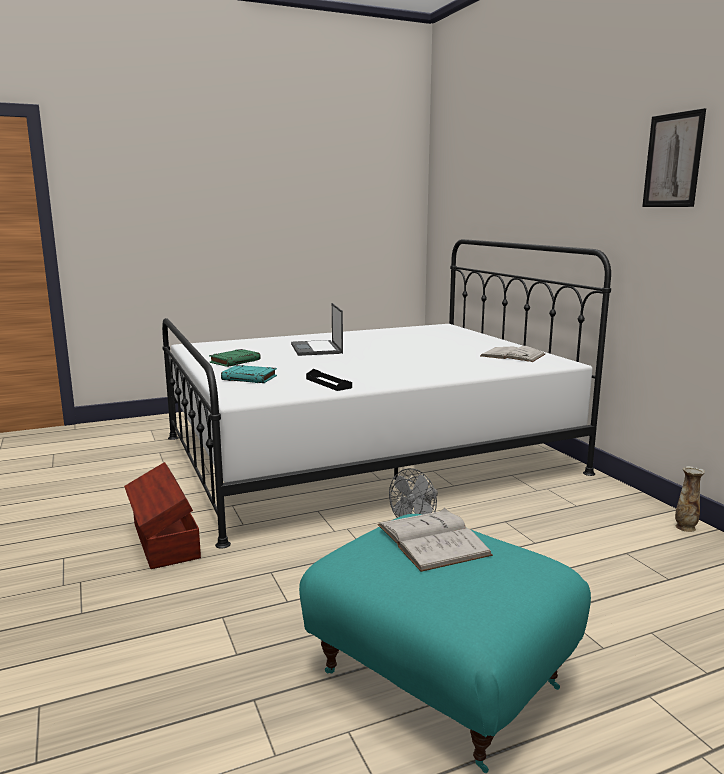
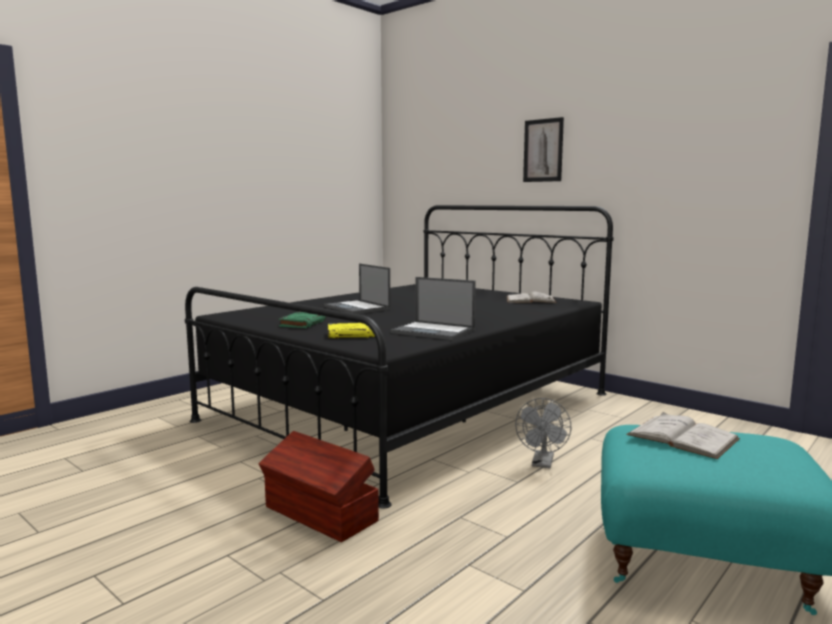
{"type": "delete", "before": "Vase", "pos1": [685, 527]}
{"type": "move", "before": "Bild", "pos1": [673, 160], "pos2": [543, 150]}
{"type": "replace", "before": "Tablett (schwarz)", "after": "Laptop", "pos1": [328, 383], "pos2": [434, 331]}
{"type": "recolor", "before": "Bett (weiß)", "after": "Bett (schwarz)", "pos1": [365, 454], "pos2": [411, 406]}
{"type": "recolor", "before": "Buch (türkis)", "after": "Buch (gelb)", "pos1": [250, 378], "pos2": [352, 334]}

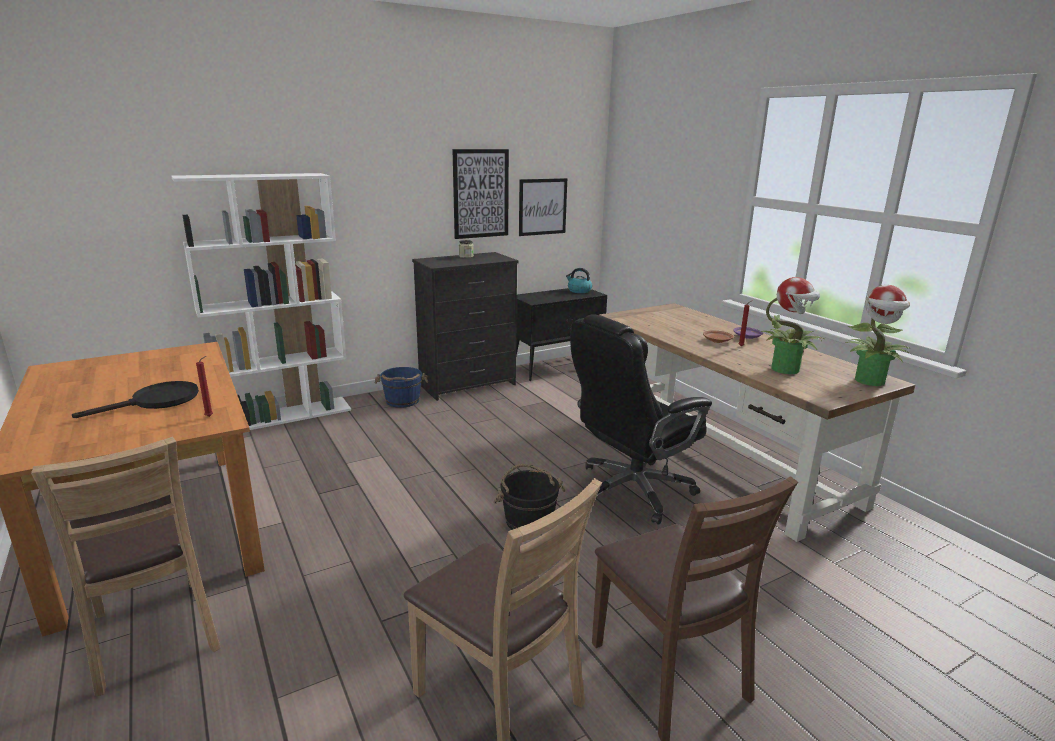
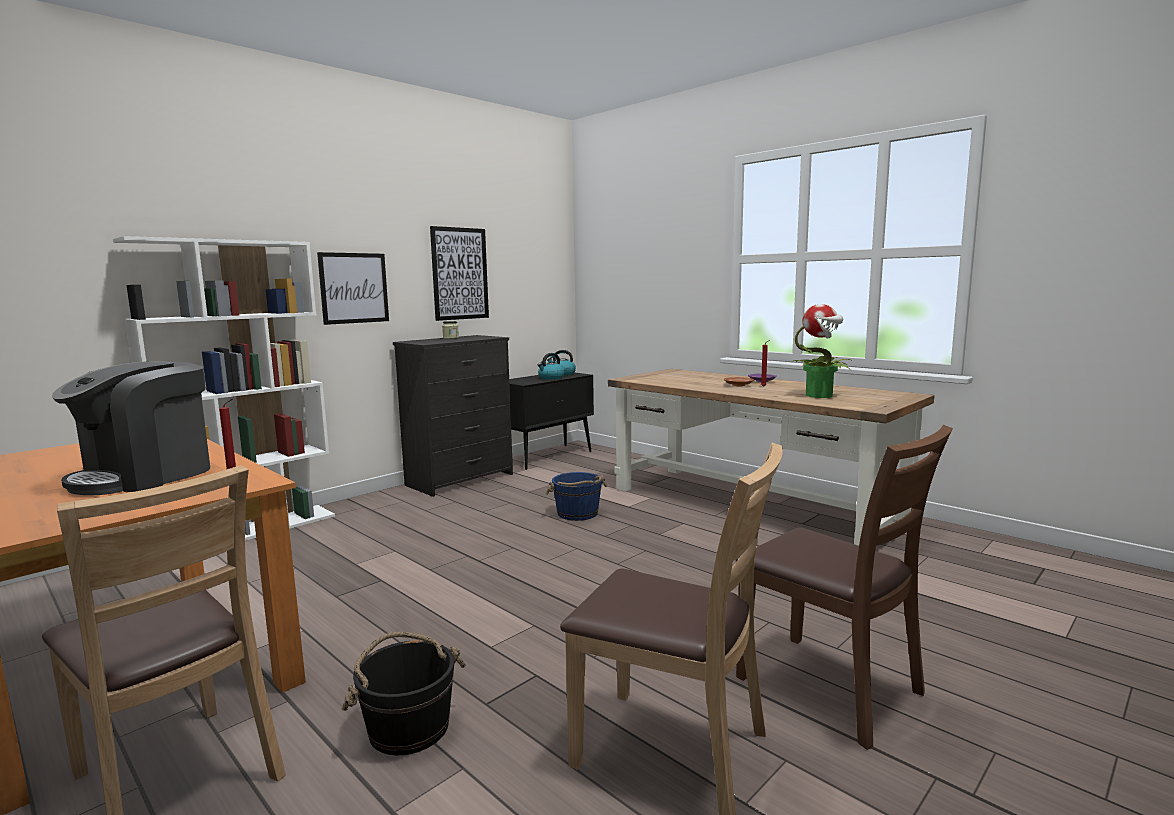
{"type": "delete", "before": "Bürostuhl (schwarz)", "pos1": [631, 490]}
{"type": "delete", "before": "Topfpflanze", "pos1": [870, 381]}
{"type": "insert", "after": "Wasserkessel", "pos2": [551, 378]}
{"type": "move", "before": "Eimer (blau)", "pos1": [402, 401], "pos2": [578, 513]}
{"type": "move", "before": "Eimer (schwarz)", "pos1": [528, 520], "pos2": [408, 727]}
{"type": "move", "before": "Bild", "pos1": [542, 207], "pos2": [354, 288]}
{"type": "replace", "before": "Pfanne (schwarz)", "after": "Kaffeemaschine", "pos1": [156, 401], "pos2": [146, 476]}

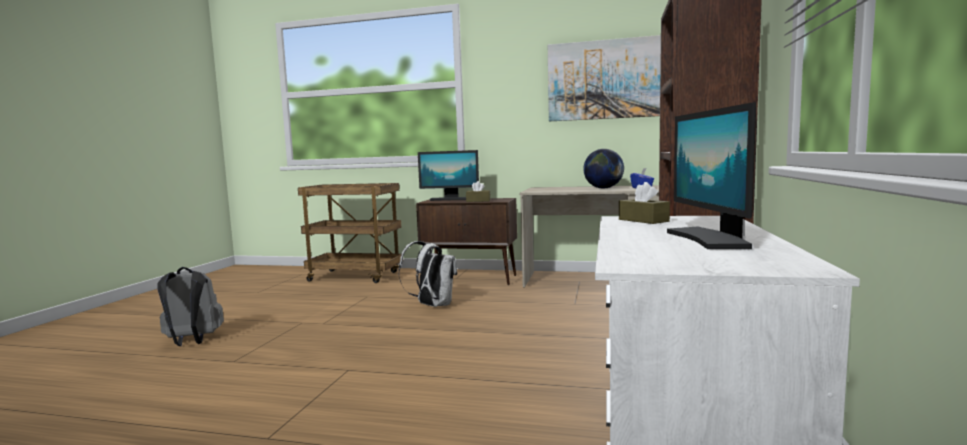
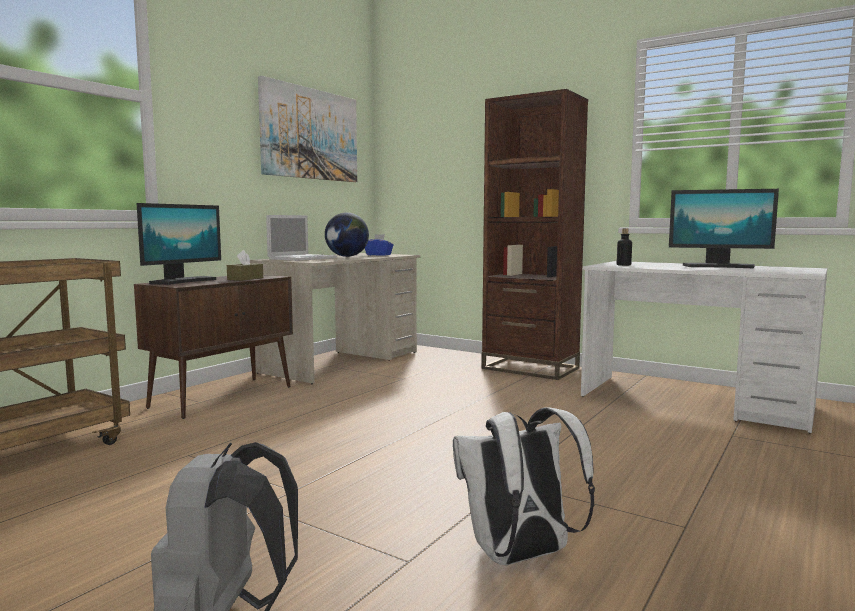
{"type": "insert", "after": "Laptop", "pos2": [303, 258]}
{"type": "move", "before": "Rucksack (weiß)", "pos1": [432, 305], "pos2": [519, 557]}
{"type": "replace", "before": "Taschentuchbox (braun)", "after": "Flasche", "pos1": [643, 220], "pos2": [623, 265]}

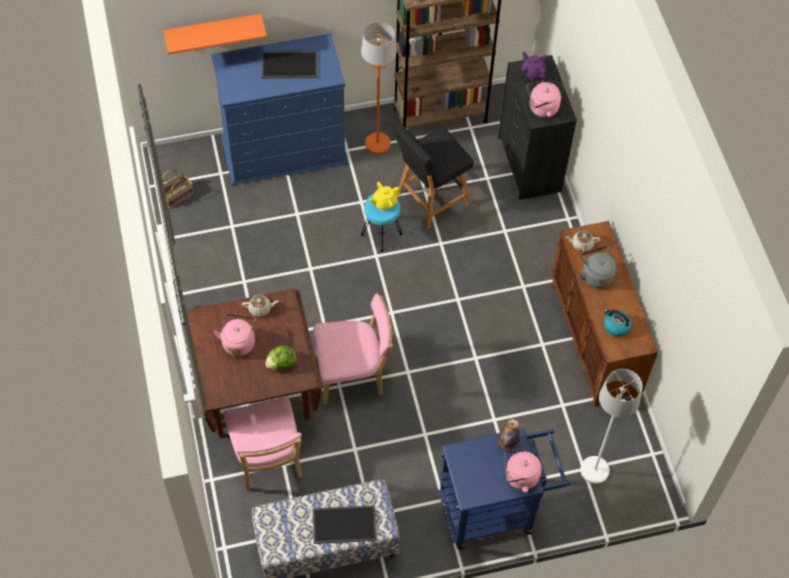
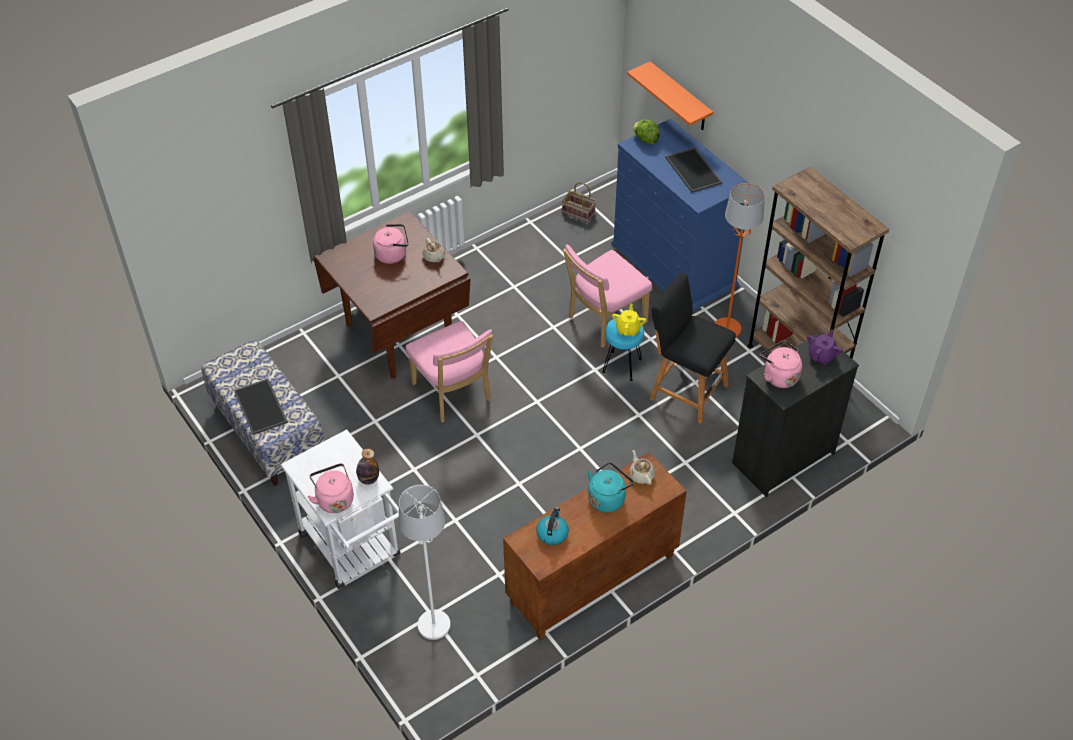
{"type": "move", "before": "Stuhl (rosa)", "pos1": [268, 461], "pos2": [604, 321]}
{"type": "move", "before": "Salatkopf", "pos1": [281, 363], "pos2": [645, 139]}
{"type": "recolor", "before": "Rollwagen (blau)", "after": "Rollwagen (weiß)", "pos1": [495, 509], "pos2": [354, 550]}
{"type": "recolor", "before": "Wasserkessel (grau)", "after": "Wasserkessel (türkis)", "pos1": [595, 275], "pos2": [608, 498]}
{"type": "rotate", "before": "Teekanne (gelb)", "pos1": [384, 203], "pos2": [628, 329], "turn": 60}

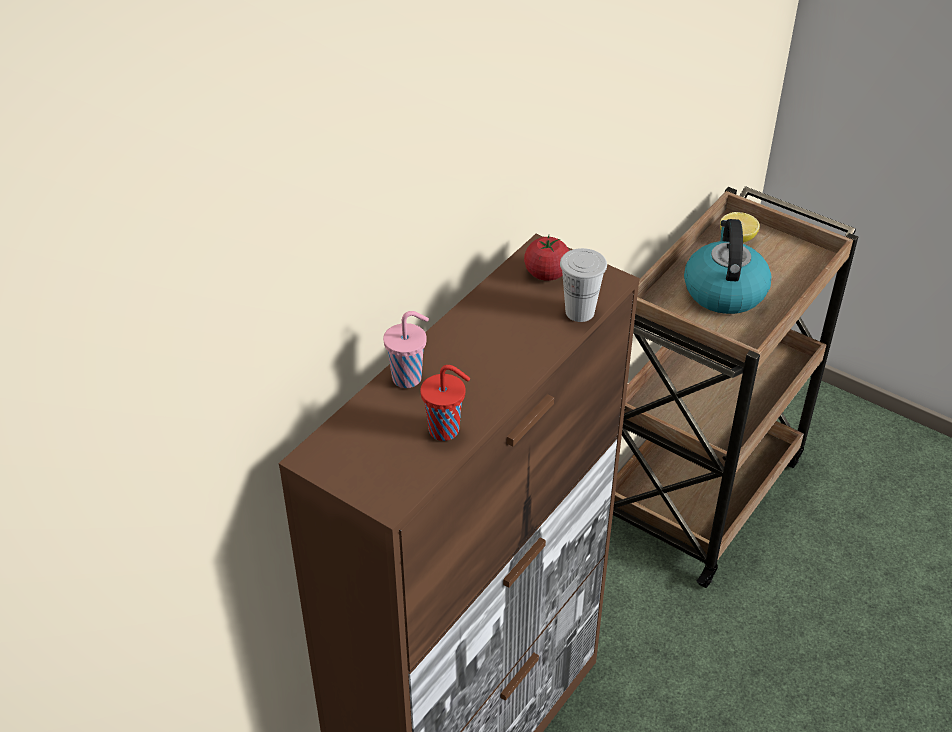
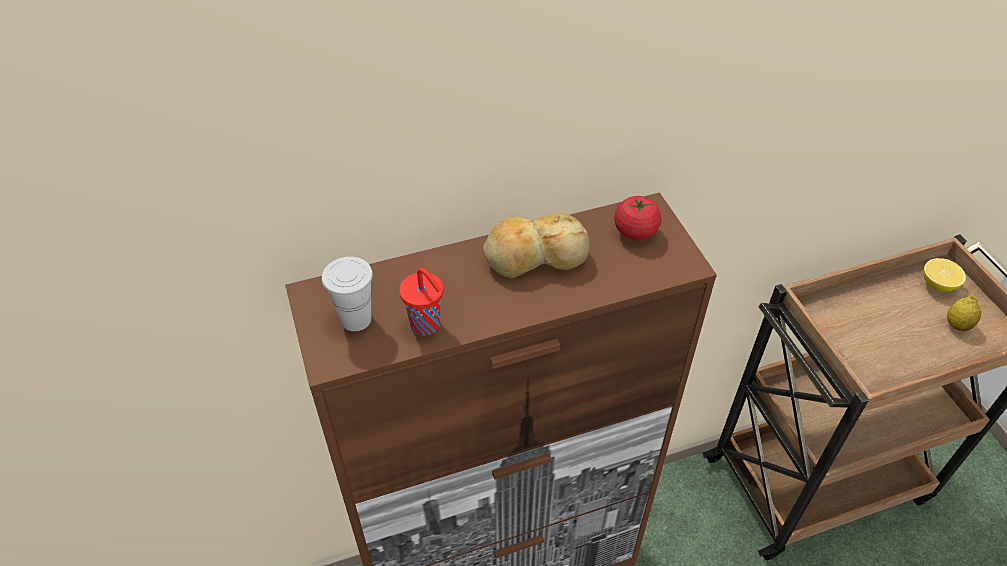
{"type": "delete", "before": "Tasse (rosa)", "pos1": [409, 378]}
{"type": "delete", "before": "Wasserkessel", "pos1": [724, 290]}
{"type": "insert", "after": "Brot", "pos2": [534, 256]}
{"type": "insert", "after": "Zitrone", "pos2": [957, 325]}
{"type": "move", "before": "Tasse (weiß)", "pos1": [579, 312], "pos2": [356, 319]}

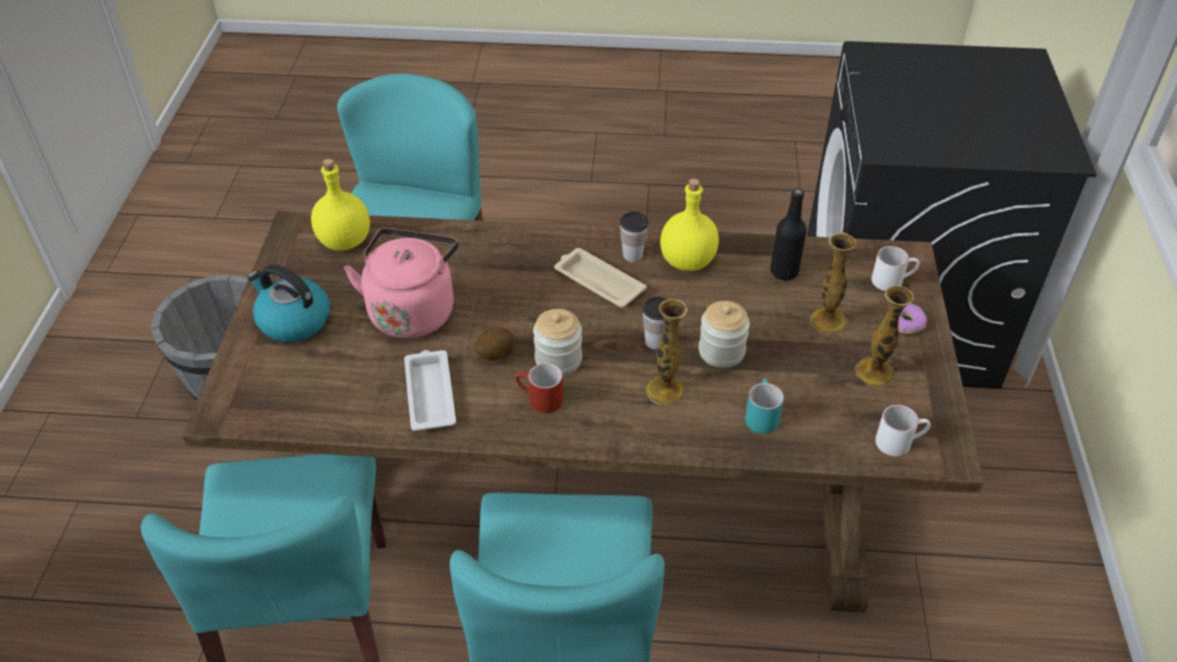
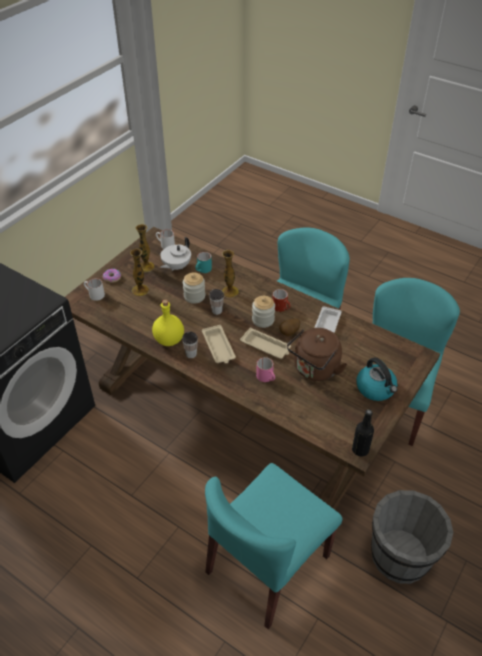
{"type": "delete", "before": "Flasche (gelb)", "pos1": [344, 240]}
{"type": "insert", "after": "Teekanne (weiß)", "pos2": [176, 266]}
{"type": "insert", "after": "Tablett (beige)", "pos2": [266, 346]}
{"type": "insert", "after": "Henkelbecher (rosa)", "pos2": [267, 377]}
{"type": "move", "before": "Flasche (schwarz)", "pos1": [784, 272], "pos2": [360, 449]}
{"type": "recolor", "before": "Wasserkessel (rosa)", "after": "Wasserkessel (braun)", "pos1": [412, 310], "pos2": [314, 370]}

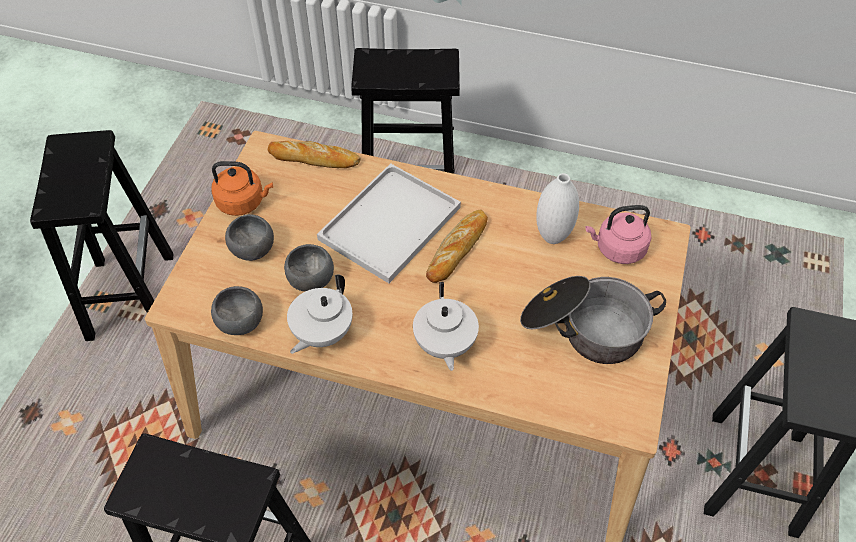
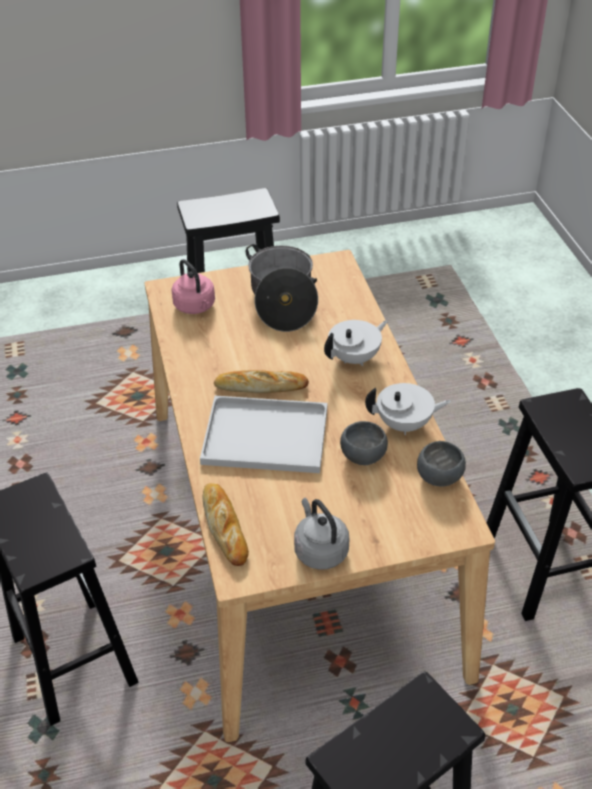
{"type": "delete", "before": "Schüssel (grau)", "pos1": [251, 250]}
{"type": "delete", "before": "Vase (weiß)", "pos1": [552, 237]}
{"type": "recolor", "before": "Wasserkessel (orange)", "after": "Wasserkessel (grau)", "pos1": [243, 202], "pos2": [319, 550]}

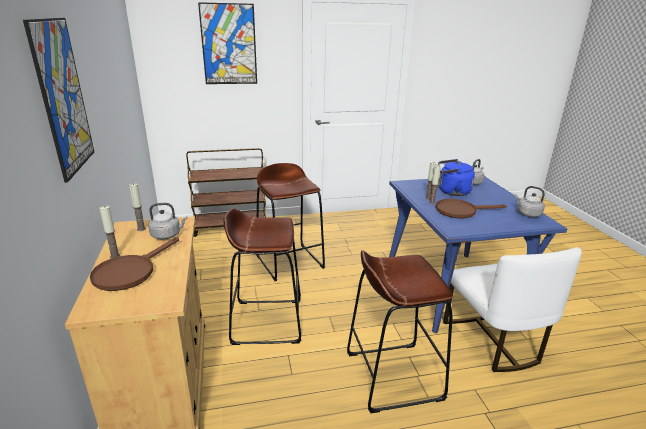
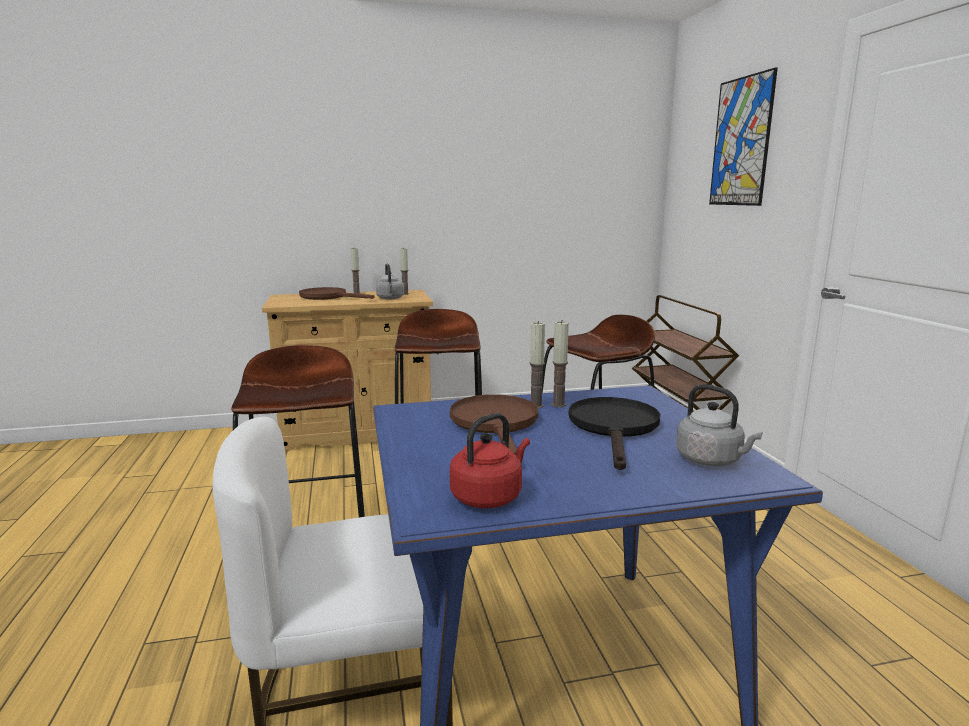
{"type": "delete", "before": "Bild", "pos1": [63, 97]}
{"type": "replace", "before": "Wasserkessel (blau)", "after": "Pfanne (schwarz)", "pos1": [451, 191], "pos2": [614, 428]}
{"type": "recolor", "before": "Wasserkessel (grau)", "after": "Wasserkessel (rot)", "pos1": [527, 214], "pos2": [489, 496]}

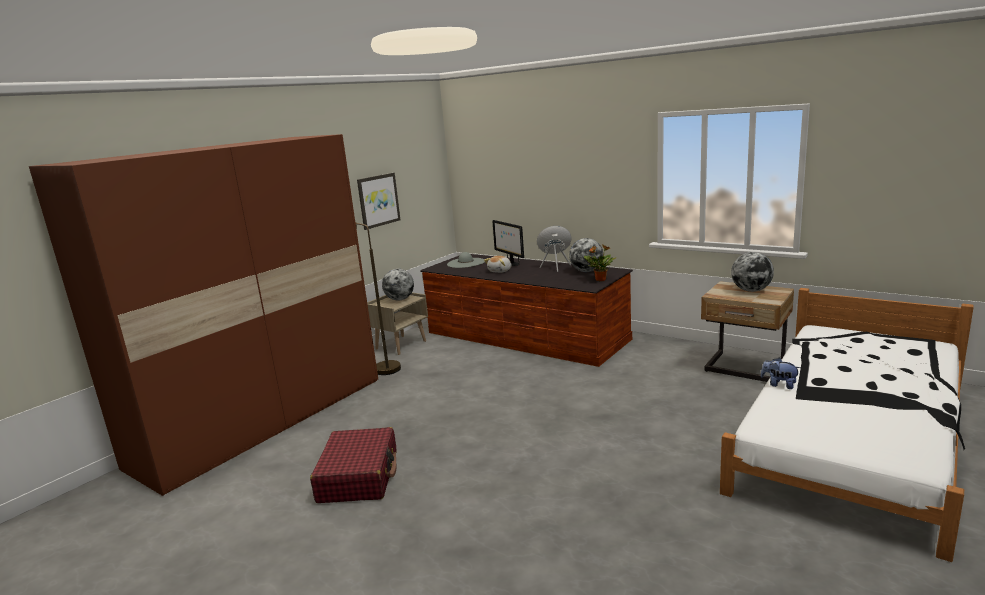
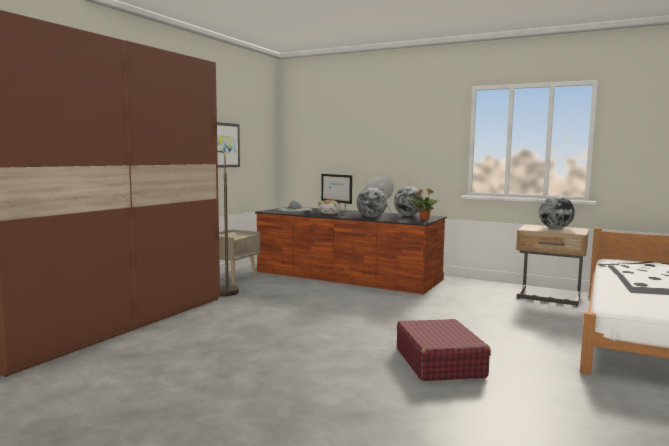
{"type": "delete", "before": "Plüschtier", "pos1": [779, 384]}
{"type": "move", "before": "Koffer (rot)", "pos1": [359, 476], "pos2": [439, 362]}
{"type": "move", "before": "Globus", "pos1": [400, 299], "pos2": [371, 217]}

